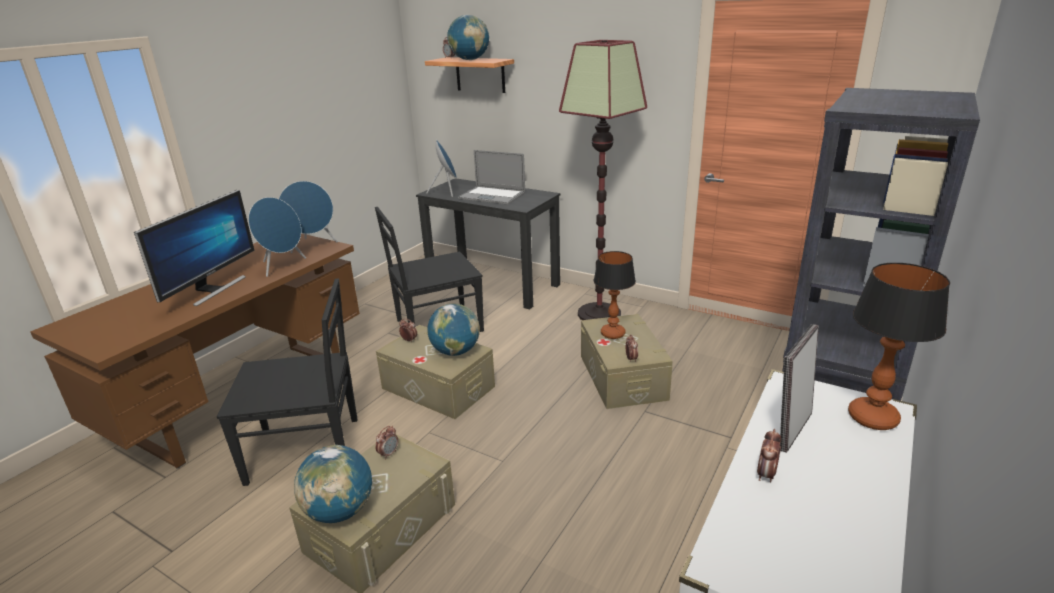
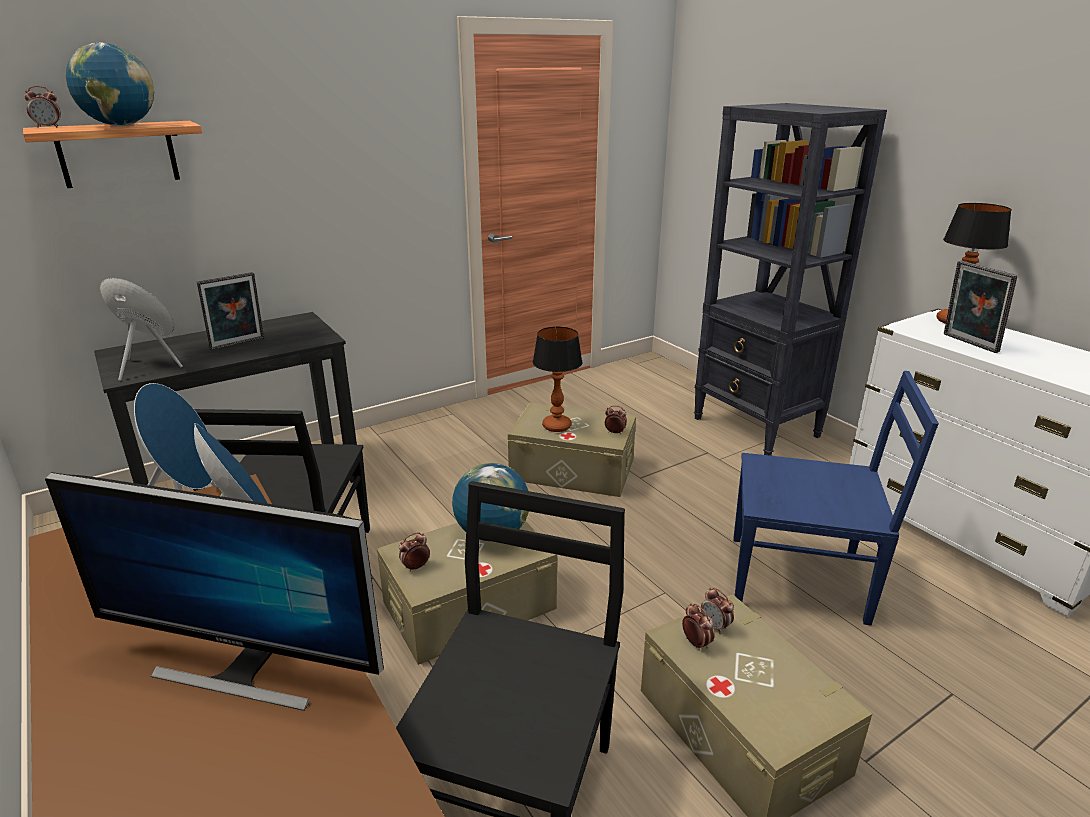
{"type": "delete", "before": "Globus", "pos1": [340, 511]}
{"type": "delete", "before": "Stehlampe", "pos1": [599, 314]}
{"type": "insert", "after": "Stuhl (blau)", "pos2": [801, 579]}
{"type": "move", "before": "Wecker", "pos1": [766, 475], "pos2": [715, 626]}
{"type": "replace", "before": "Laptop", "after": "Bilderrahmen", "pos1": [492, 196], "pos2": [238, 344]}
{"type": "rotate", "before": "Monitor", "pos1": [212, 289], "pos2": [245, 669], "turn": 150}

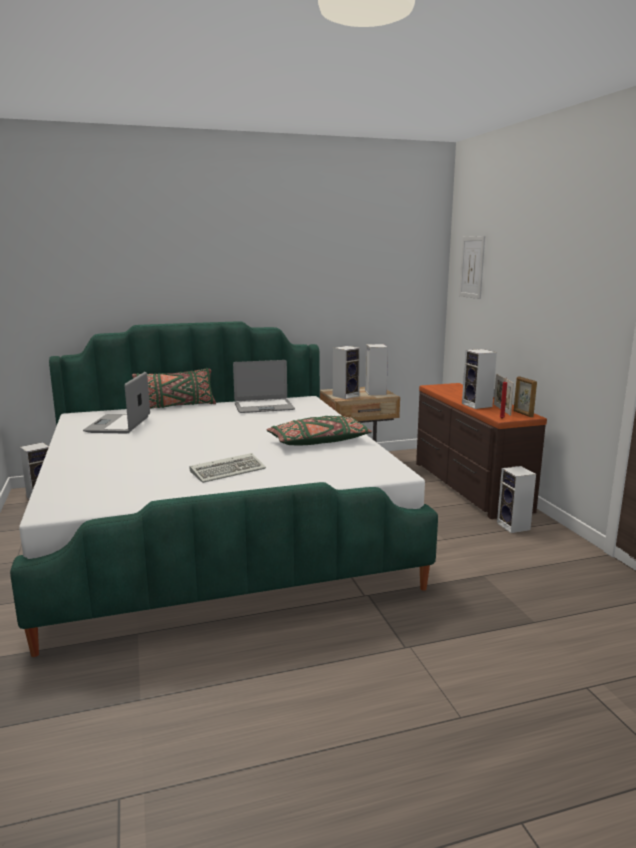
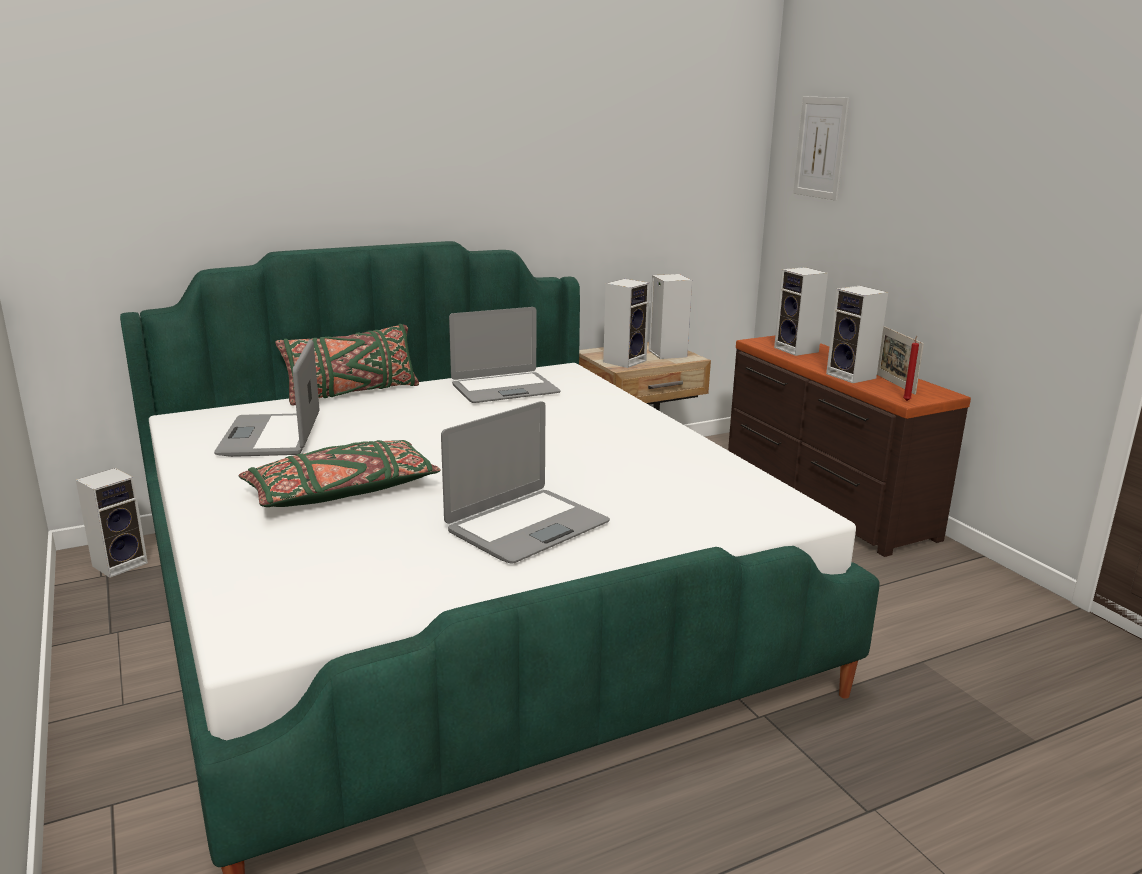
{"type": "delete", "before": "Bilderrahmen", "pos1": [523, 414]}
{"type": "move", "before": "Kissen (grün)", "pos1": [318, 442], "pos2": [341, 492]}
{"type": "move", "before": "Lautsprecher", "pos1": [514, 527], "pos2": [798, 350]}
{"type": "replace", "before": "Tastatur", "after": "Laptop", "pos1": [229, 471], "pos2": [526, 527]}

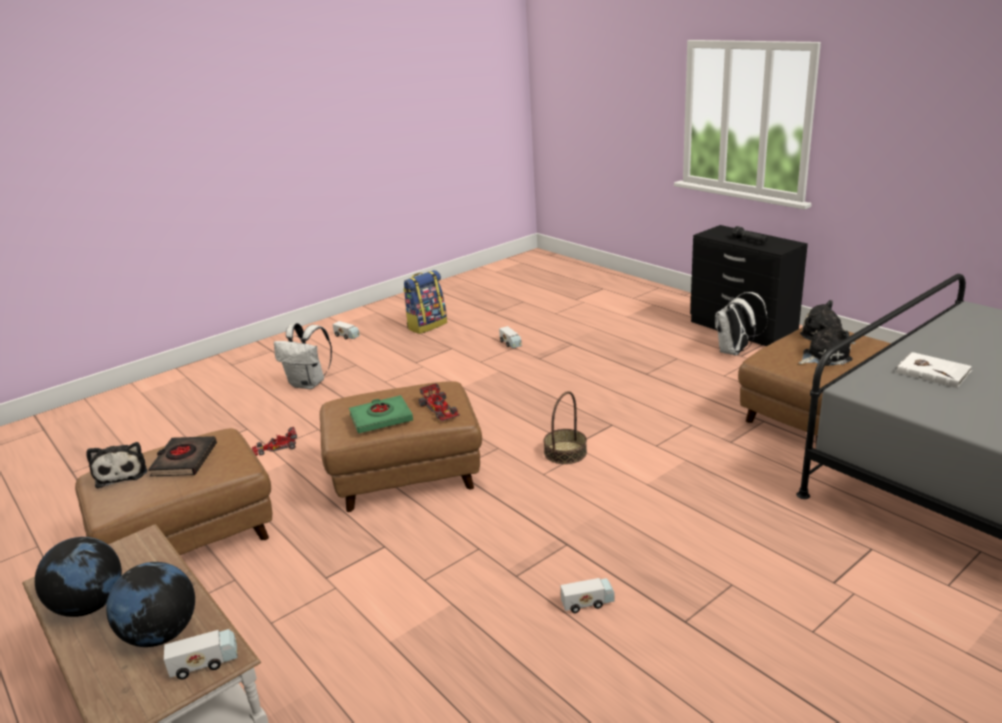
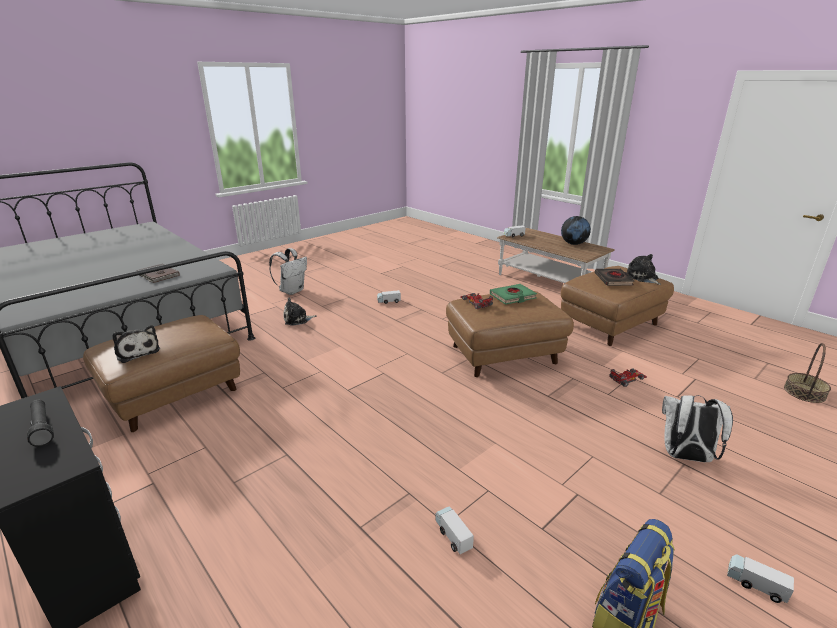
{"type": "delete", "before": "Globus", "pos1": [161, 634]}
{"type": "move", "before": "Korb", "pos1": [565, 452], "pos2": [804, 392]}
{"type": "move", "before": "Rucksack (weiß)", "pos1": [735, 352], "pos2": [292, 291]}
{"type": "move", "before": "Plüschtier", "pos1": [823, 357], "pos2": [297, 319]}
{"type": "recolor", "before": "Buch (weiß)", "after": "Buch (braun)", "pos1": [932, 372], "pos2": [158, 275]}

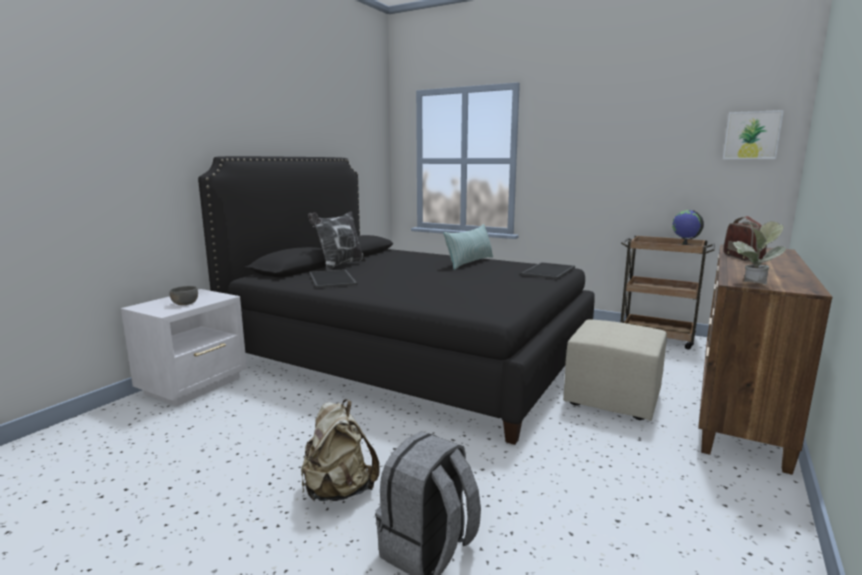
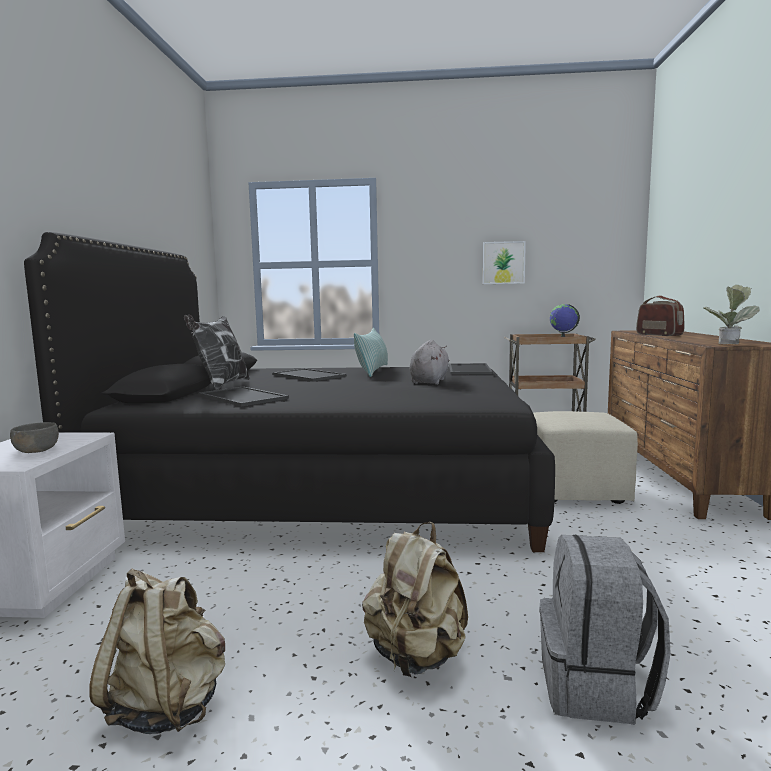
{"type": "insert", "after": "Rucksack (beige)", "pos2": [167, 706]}
{"type": "insert", "after": "Tablett", "pos2": [307, 375]}
{"type": "insert", "after": "Plüschtier (grau)", "pos2": [429, 381]}
{"type": "move", "before": "Bild", "pos1": [752, 135], "pos2": [503, 263]}

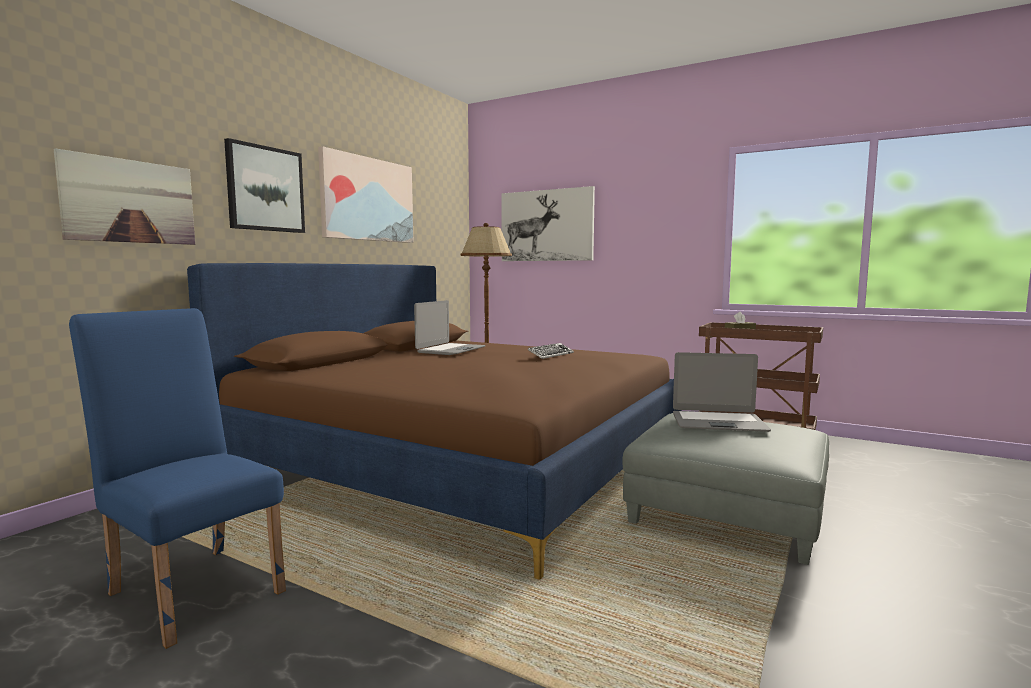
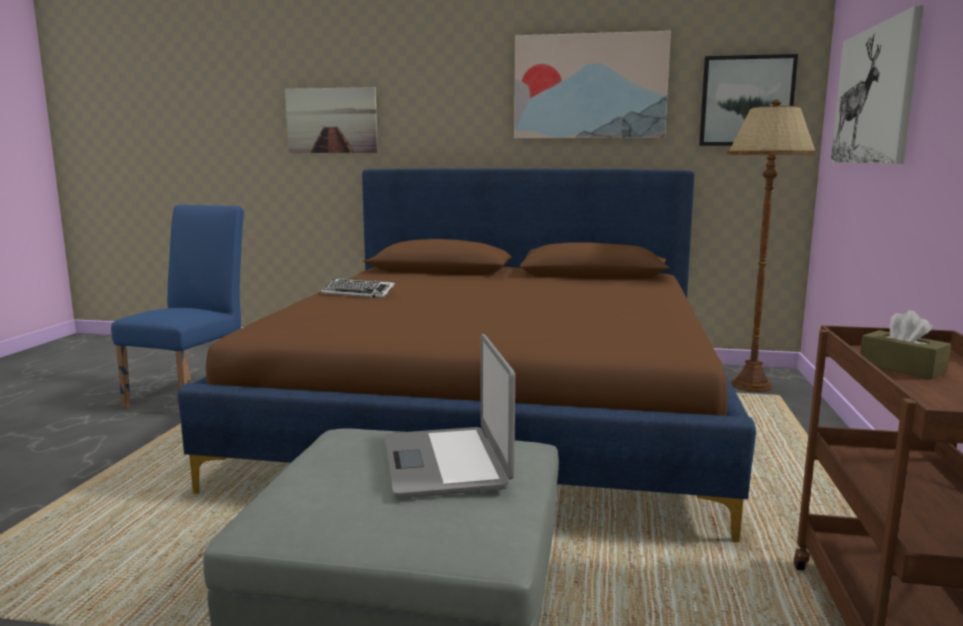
{"type": "delete", "before": "Laptop", "pos1": [450, 350]}
{"type": "move", "before": "Bild", "pos1": [265, 189], "pos2": [746, 101]}
{"type": "move", "before": "Tastatur", "pos1": [550, 354], "pos2": [358, 293]}

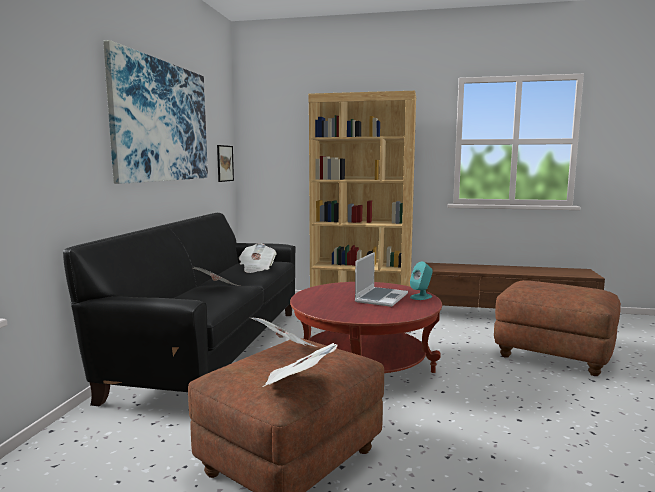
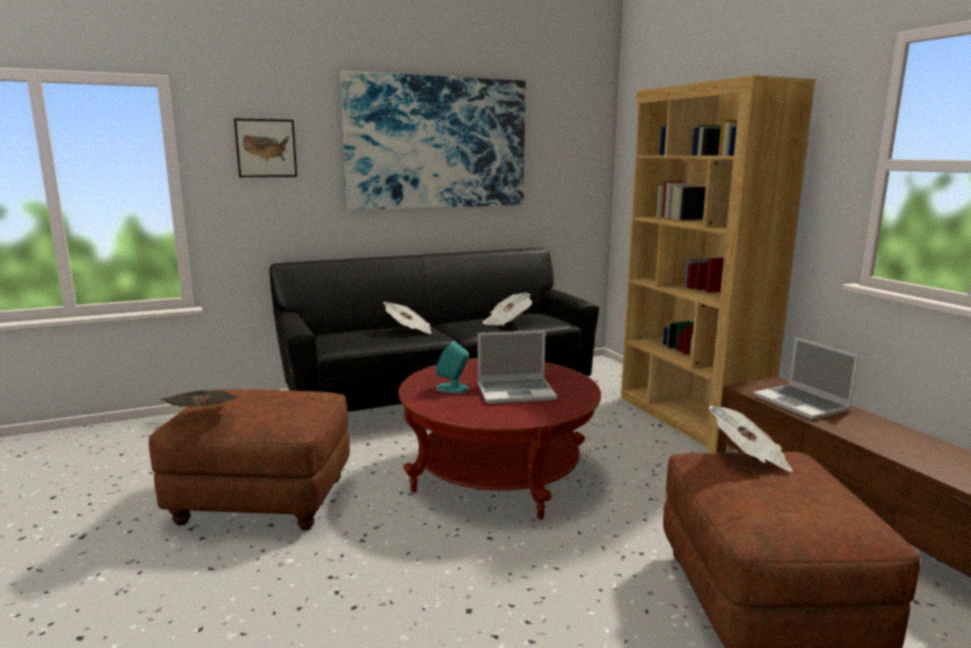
{"type": "insert", "after": "Laptop", "pos2": [802, 404]}
{"type": "move", "before": "Bild", "pos1": [225, 163], "pos2": [266, 148]}
{"type": "move", "before": "Zeitung", "pos1": [284, 349], "pos2": [749, 458]}
{"type": "move", "before": "Lautsprecher (türkis)", "pos1": [421, 297], "pos2": [452, 388]}

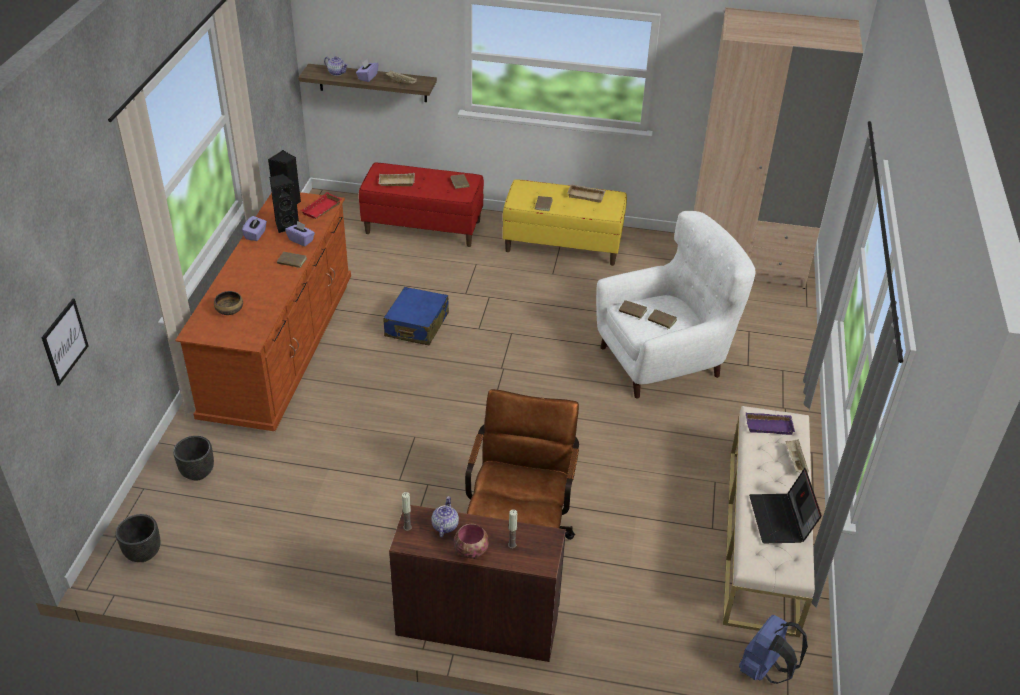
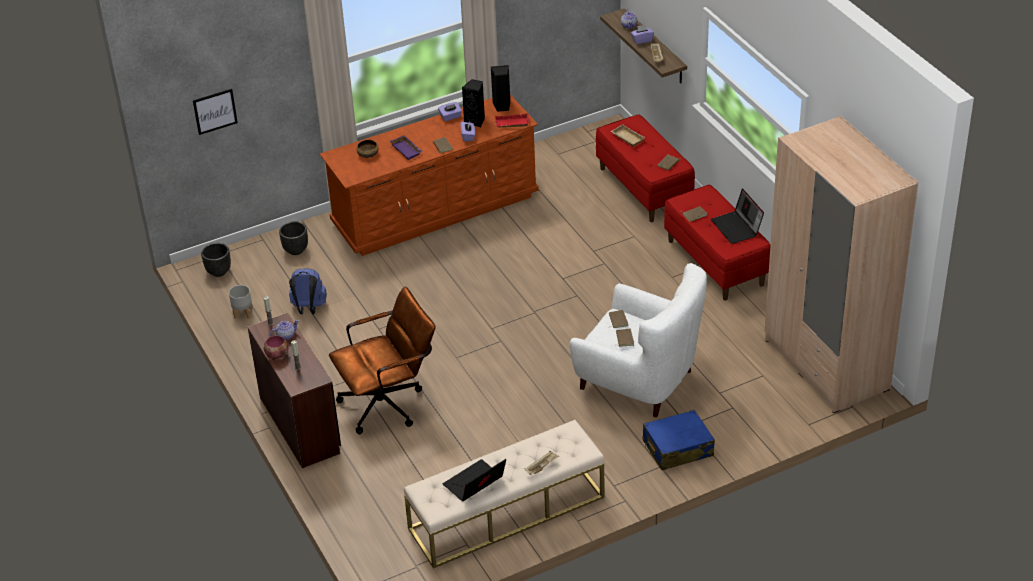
{"type": "insert", "after": "Pflanzkübel (grau)", "pos2": [243, 313]}
{"type": "move", "before": "Koffer (blau)", "pos1": [416, 325], "pos2": [677, 448]}
{"type": "move", "before": "Rucksack (blau)", "pos1": [765, 669], "pos2": [308, 308]}
{"type": "move", "before": "Tablett (lila)", "pos1": [769, 425], "pos2": [407, 150]}
{"type": "replace", "before": "Tablett (beige)", "after": "Laptop", "pos1": [586, 195], "pos2": [737, 228]}
{"type": "recolor", "before": "Bank (gelb)", "after": "Bank (rot)", "pos1": [563, 245], "pos2": [716, 262]}

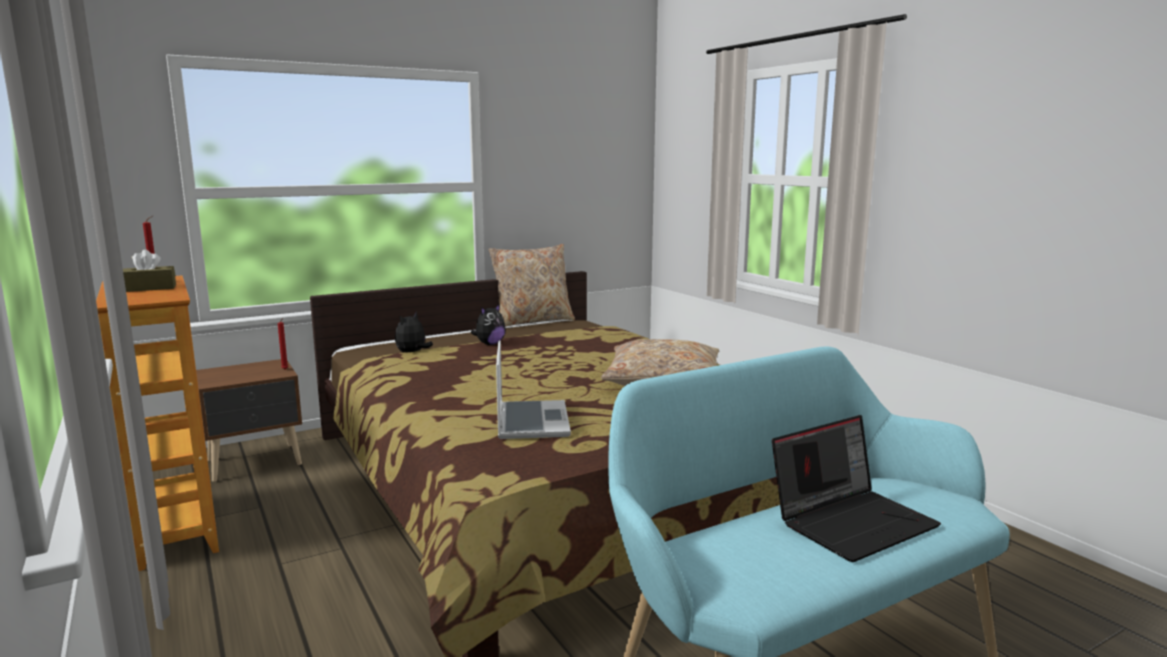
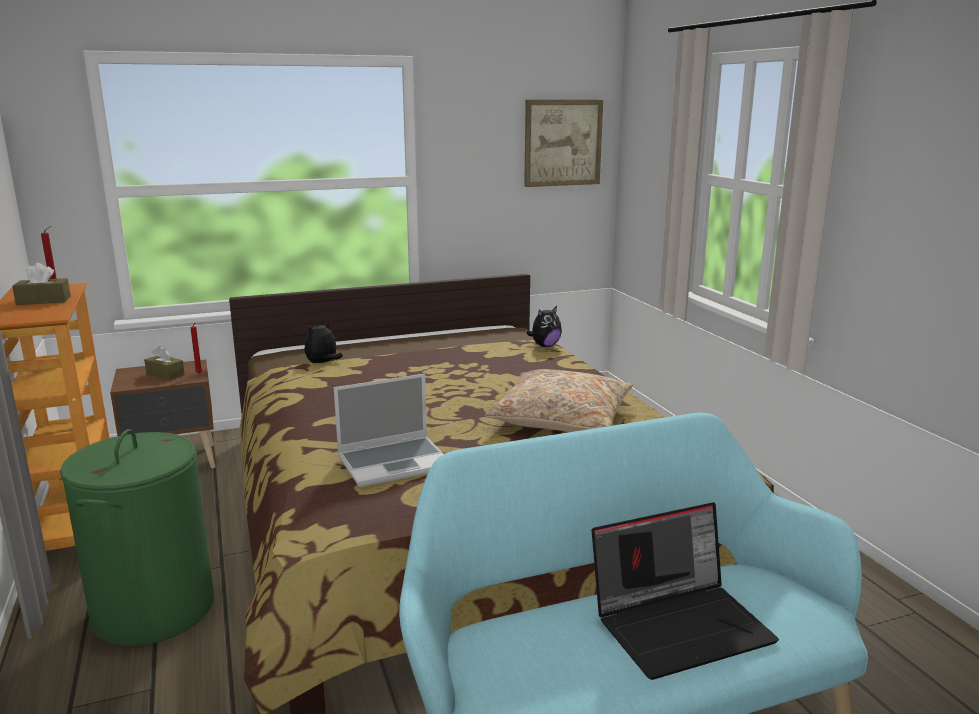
{"type": "delete", "before": "Kissen (beige)", "pos1": [532, 321]}
{"type": "insert", "after": "Wäschekorb (grün)", "pos2": [153, 609]}
{"type": "insert", "after": "Taschentuchbox (braun)", "pos2": [165, 374]}
{"type": "insert", "after": "Bild", "pos2": [563, 143]}
{"type": "move", "before": "Plüschtier", "pos1": [489, 344], "pos2": [545, 345]}
{"type": "rotate", "before": "Laptop", "pos1": [531, 421], "pos2": [394, 462], "turn": 60}

